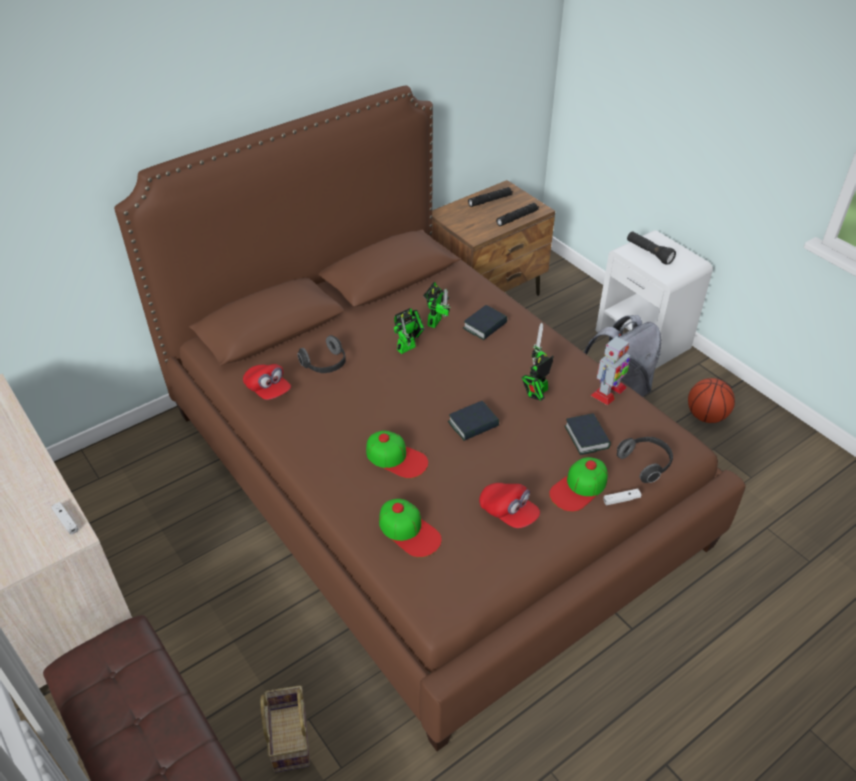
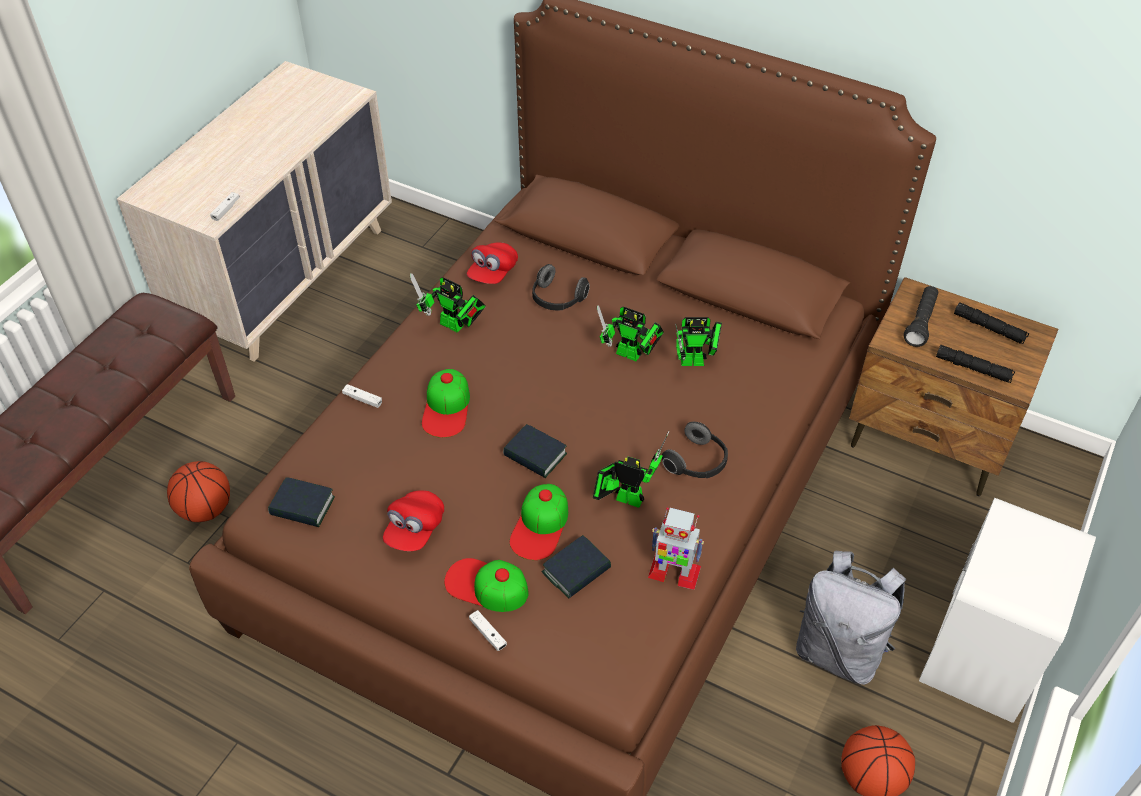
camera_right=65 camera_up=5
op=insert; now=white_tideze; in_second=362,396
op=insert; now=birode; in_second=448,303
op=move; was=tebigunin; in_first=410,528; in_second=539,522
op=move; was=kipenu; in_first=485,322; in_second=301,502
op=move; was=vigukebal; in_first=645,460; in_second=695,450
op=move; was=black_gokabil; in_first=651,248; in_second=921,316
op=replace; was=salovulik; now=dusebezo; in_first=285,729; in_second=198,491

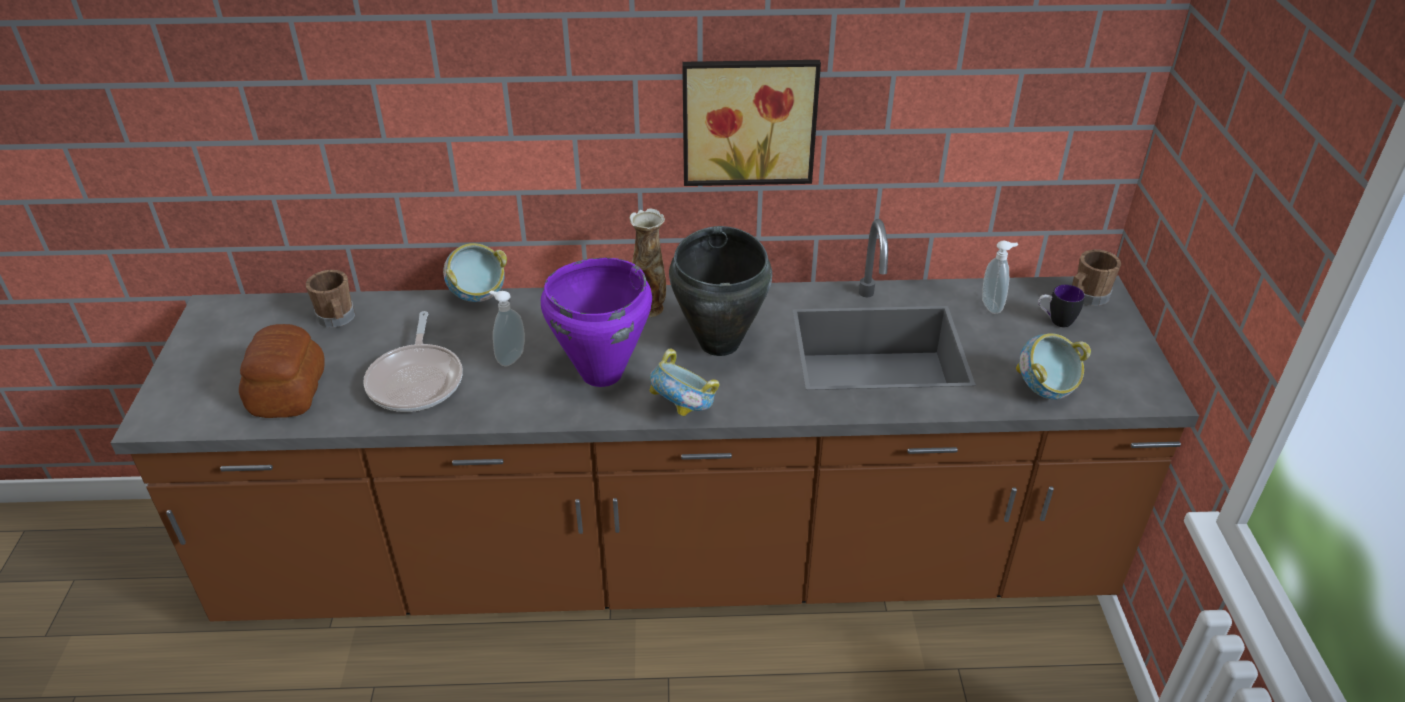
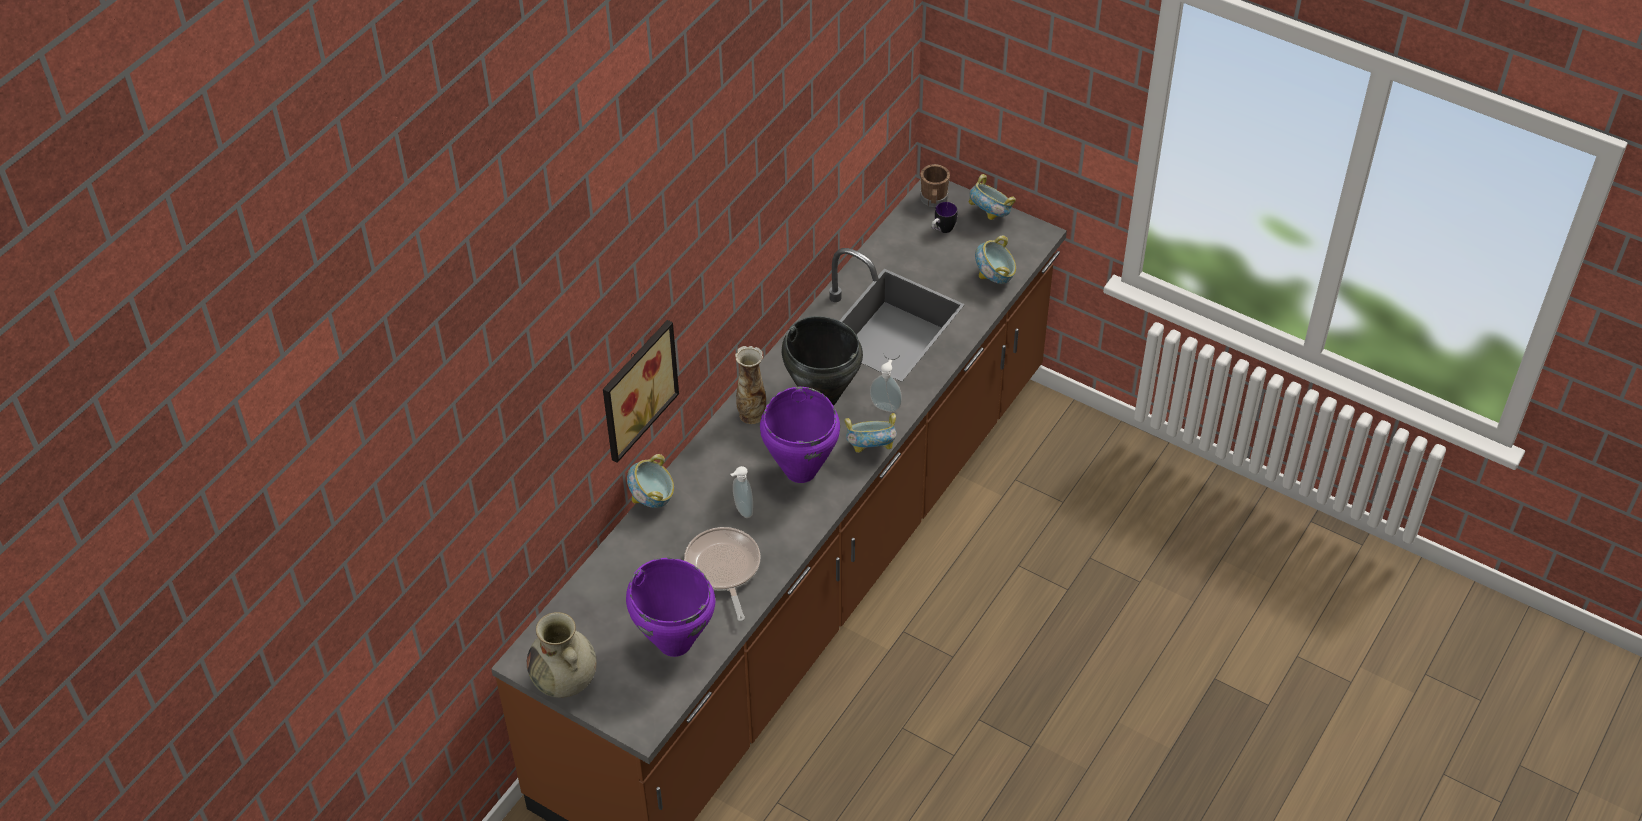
camera_right=-55 camera_up=10
op=delete; was=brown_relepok; in_first=330,299
op=insert; now=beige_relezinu; in_second=562,655
op=insert; now=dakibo; in_second=992,197
op=move; was=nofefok; in_first=751,123; in_second=641,391
op=move; was=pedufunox; in_first=1000,277; in_second=886,385
op=replace; was=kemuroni; now=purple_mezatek; in_first=282,371; in_second=670,607
op=rotate; was=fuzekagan; in_first=412,361; in_second=722,574; clockwise=-135

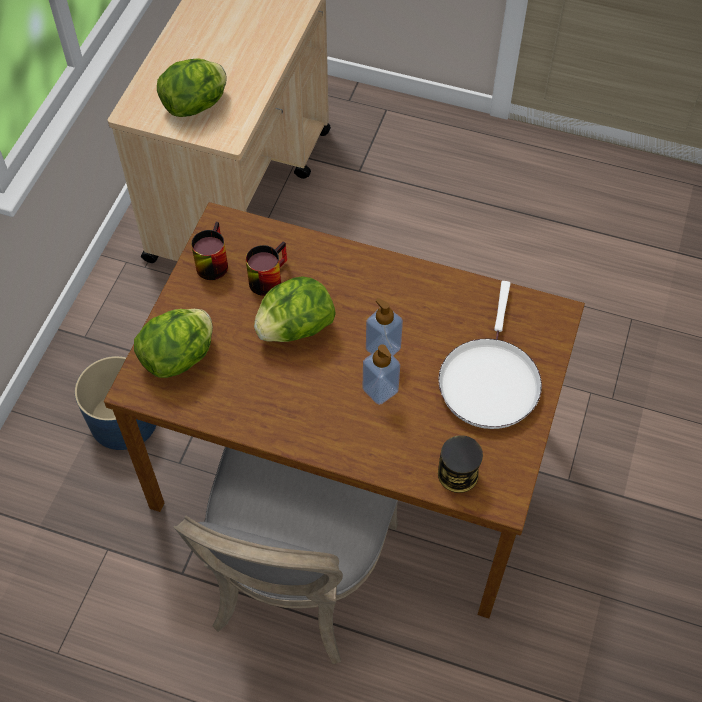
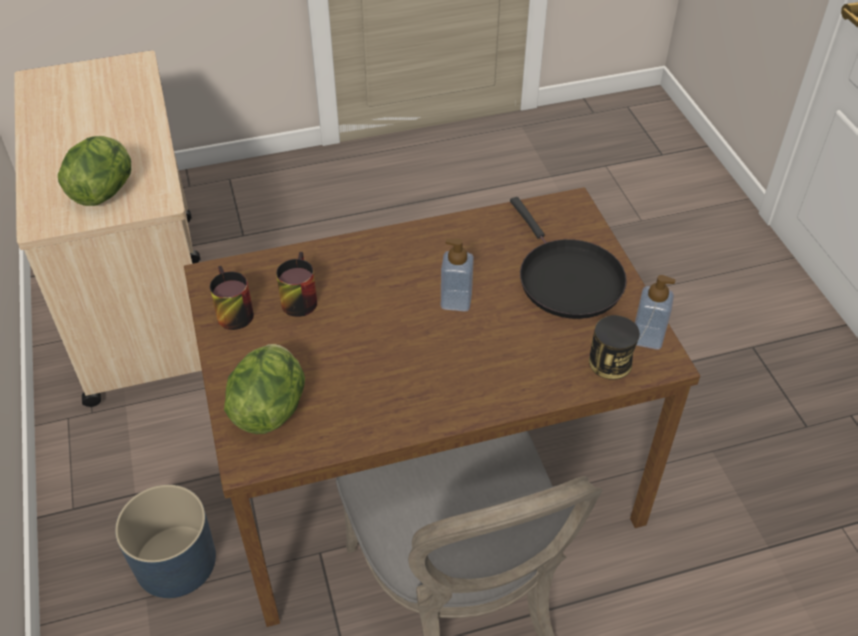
camera_right=-35 camera_up=-10
op=delete; was=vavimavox; in_first=295,309
op=move; was=pedufunox; in_first=381,375; in_second=655,312
op=recolor; was=white_fuzekagan; now=black_fuzekagan; in_first=490,355; in_second=568,258

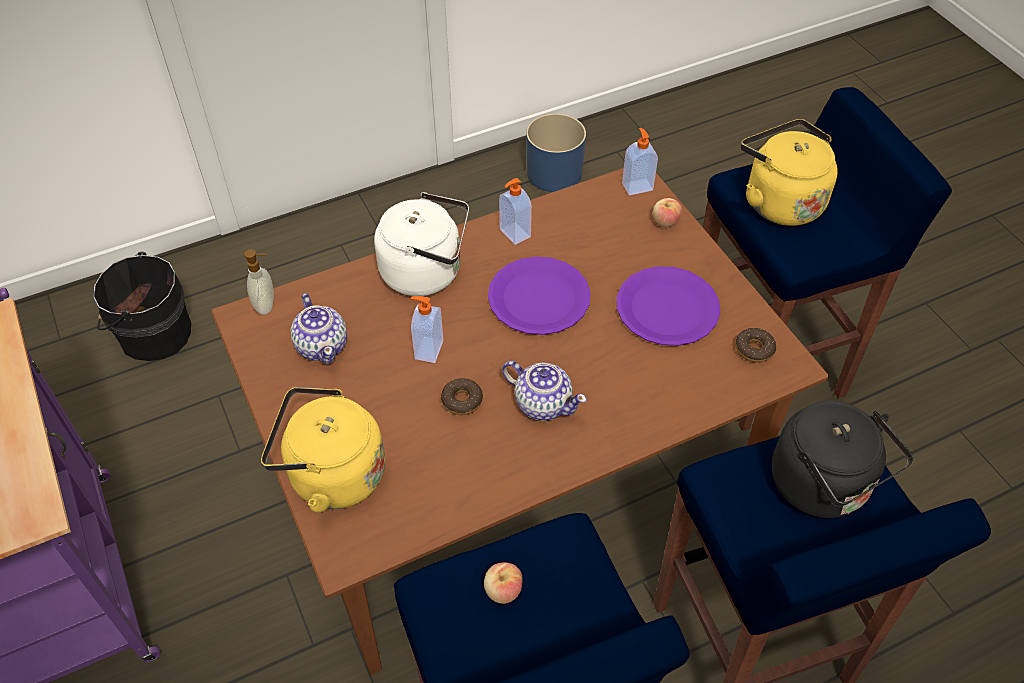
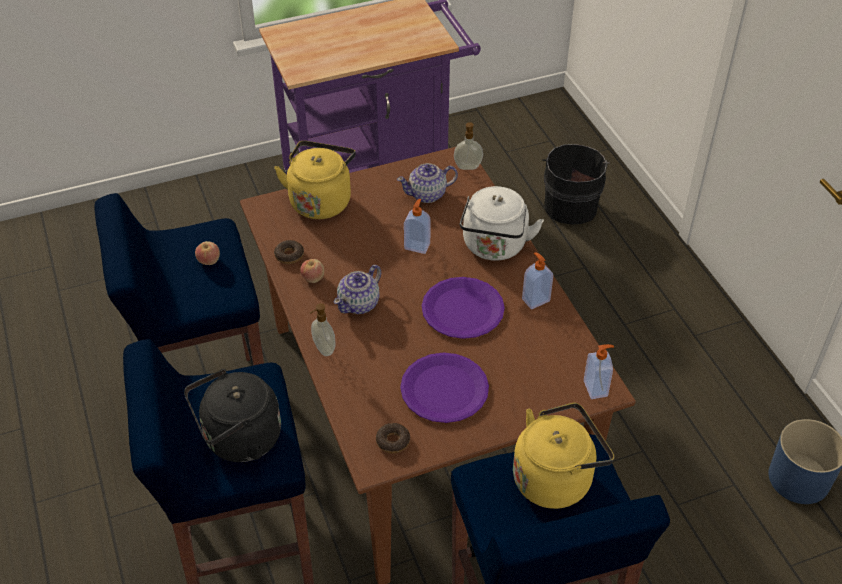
camera_right=95 camera_up=-5
op=insert; now=pedufunox; in_second=323,329
op=move; was=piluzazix; in_first=462,396; in_second=289,252
op=move; was=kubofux; in_first=668,212; in_second=312,271

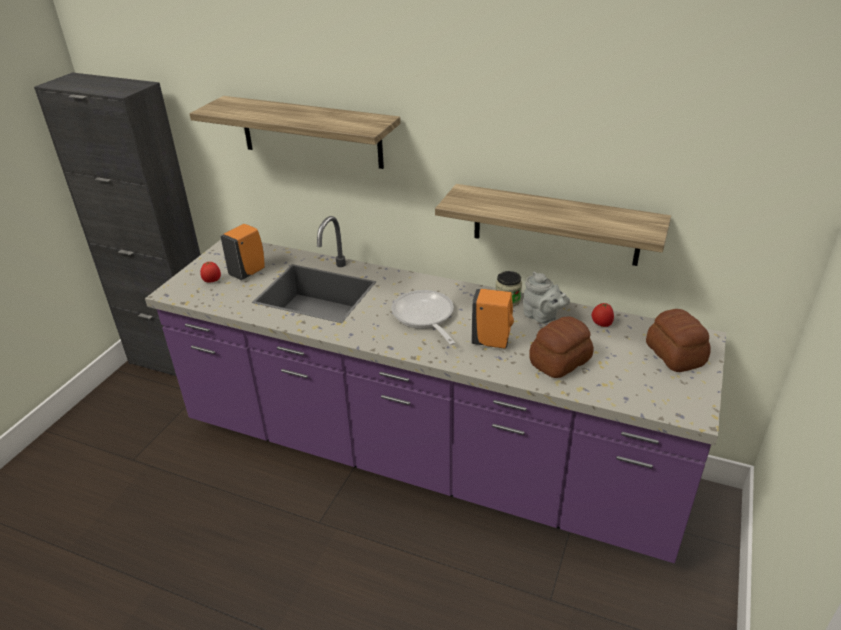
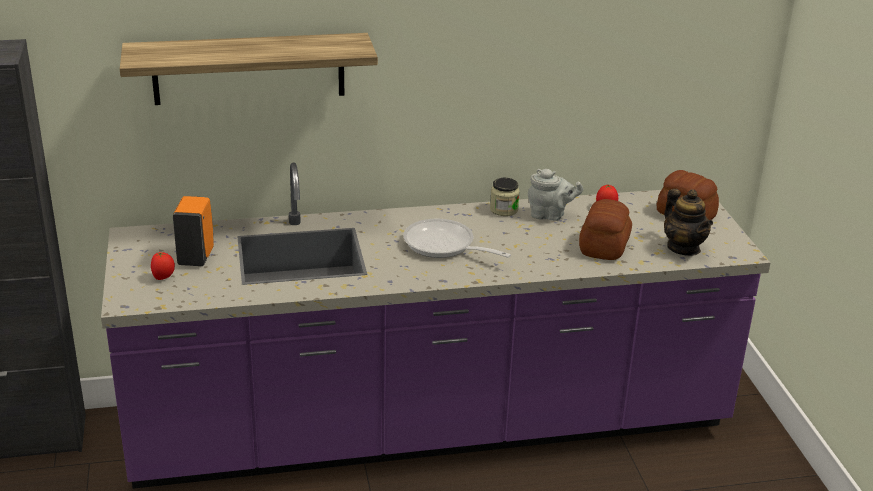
camera_right=-35 camera_up=-5
op=delete; was=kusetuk; in_first=553,225
op=delete; was=orange_pedufunox; in_first=492,319
op=insert; now=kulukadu; in_second=688,222

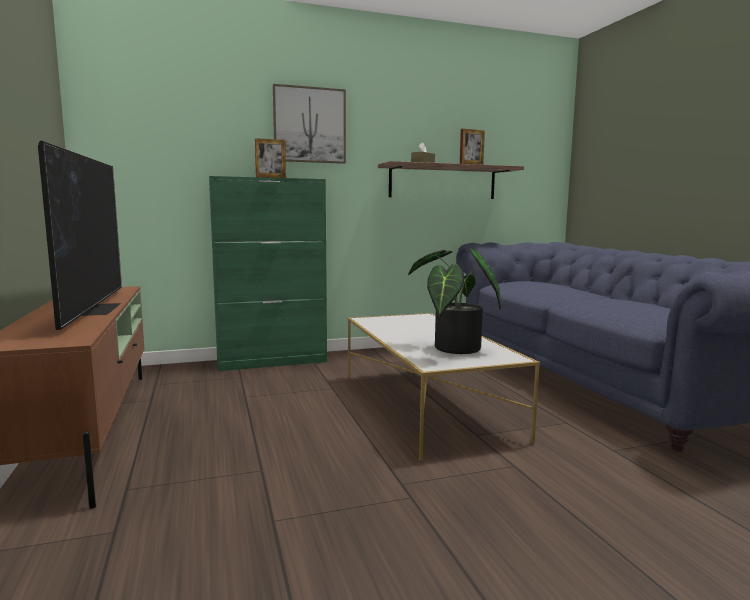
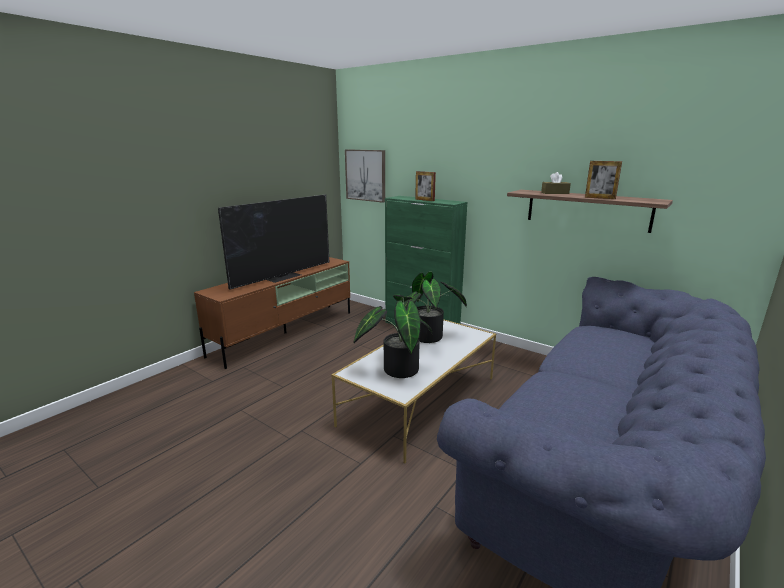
camera_right=55 camera_up=10
op=insert; now=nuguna; in_second=435,307
op=move; was=nofefok; in_first=309,124; in_second=365,176

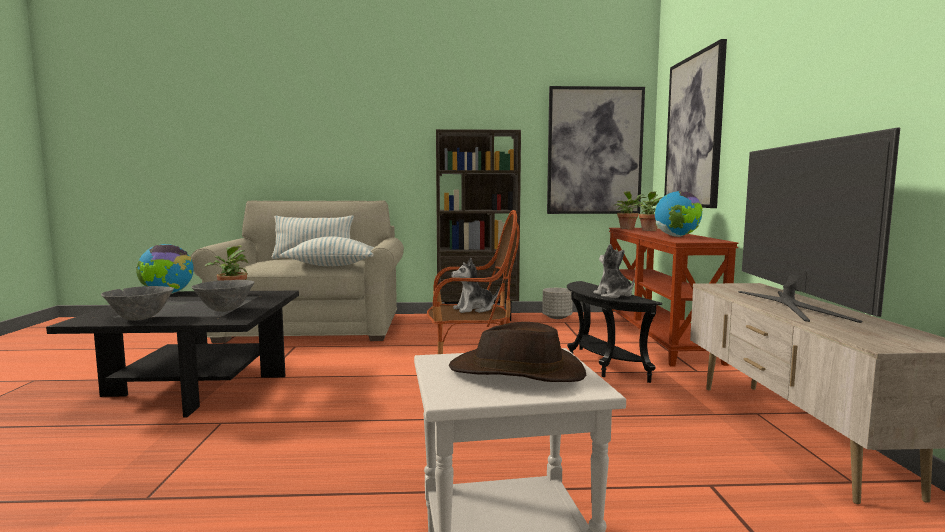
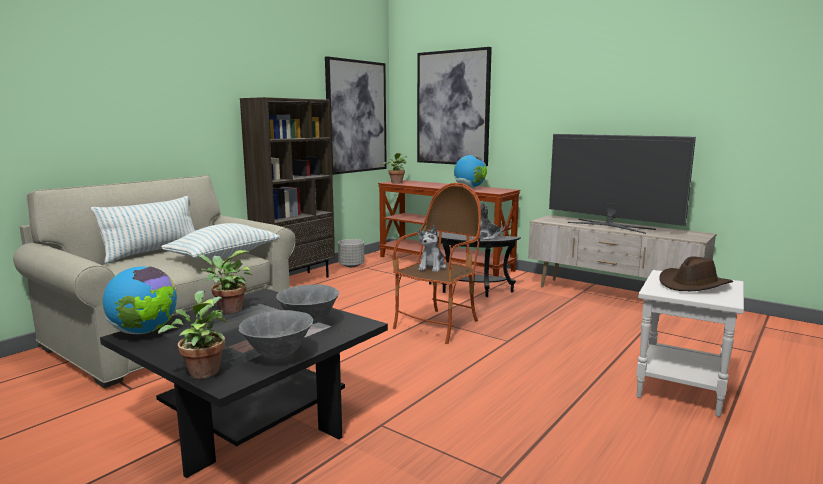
camera_right=-50 camera_up=5
op=move; was=nuguna; in_first=647,211; in_second=192,335

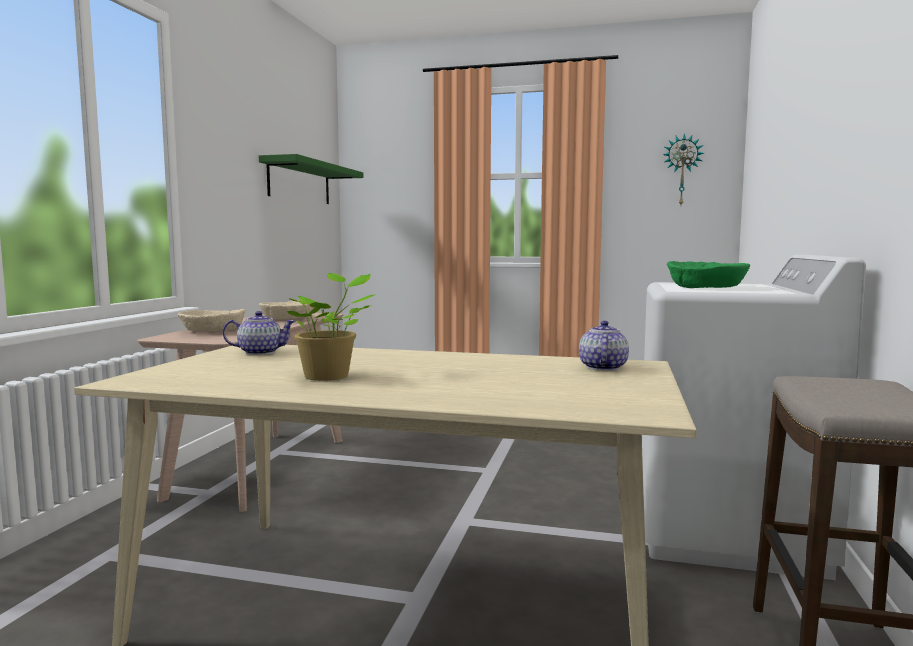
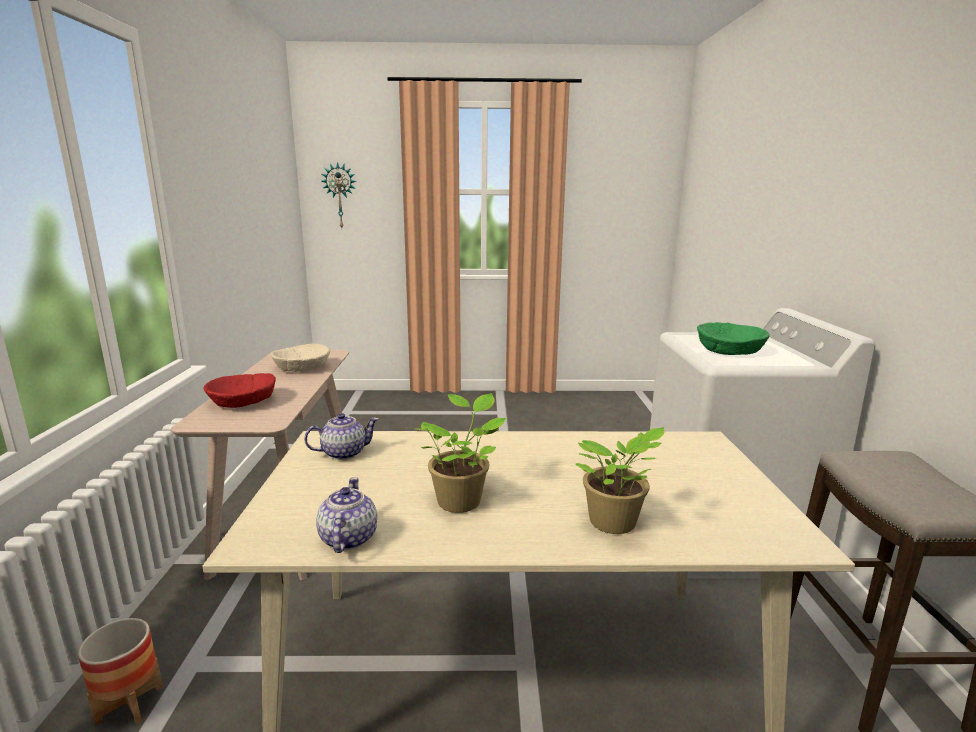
camera_right=-15 camera_up=10
op=delete; was=green_kusetuk; in_first=311,179
op=insert; now=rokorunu; in_second=120,672
op=insert; now=nuguna; in_second=619,480
op=move; was=kulukadu; in_first=604,346; in_second=346,515
op=move; was=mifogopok; in_first=683,169; in_second=339,195
op=recolor; was=beige_dakibo; now=red_dakibo; in_first=212,320; in_second=239,390

